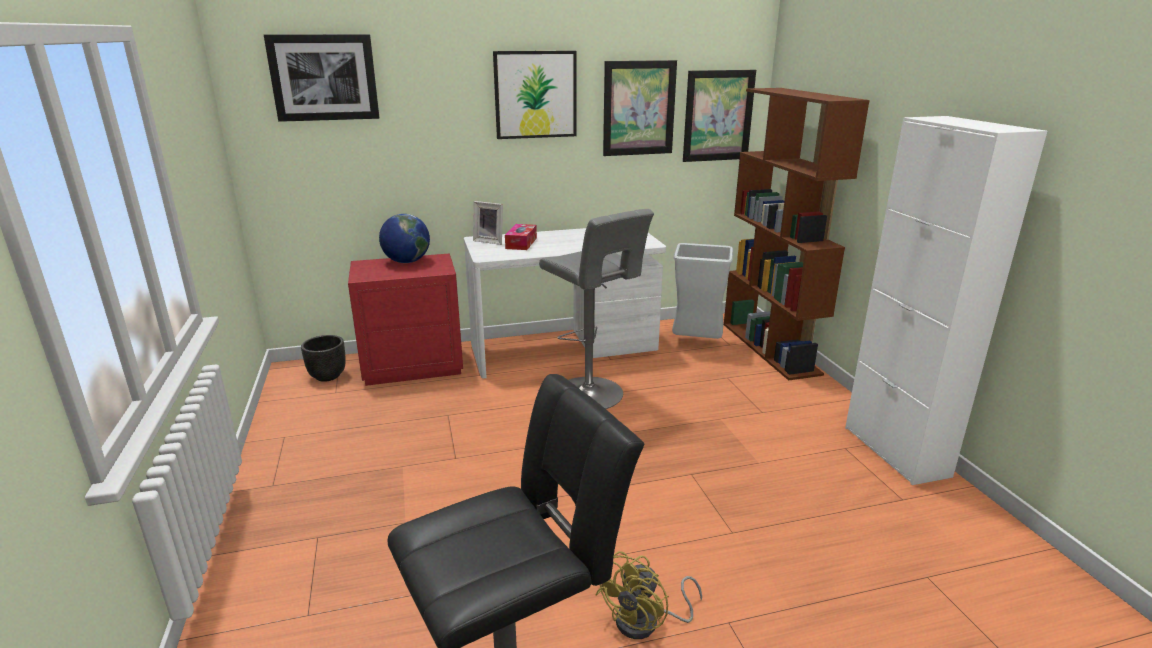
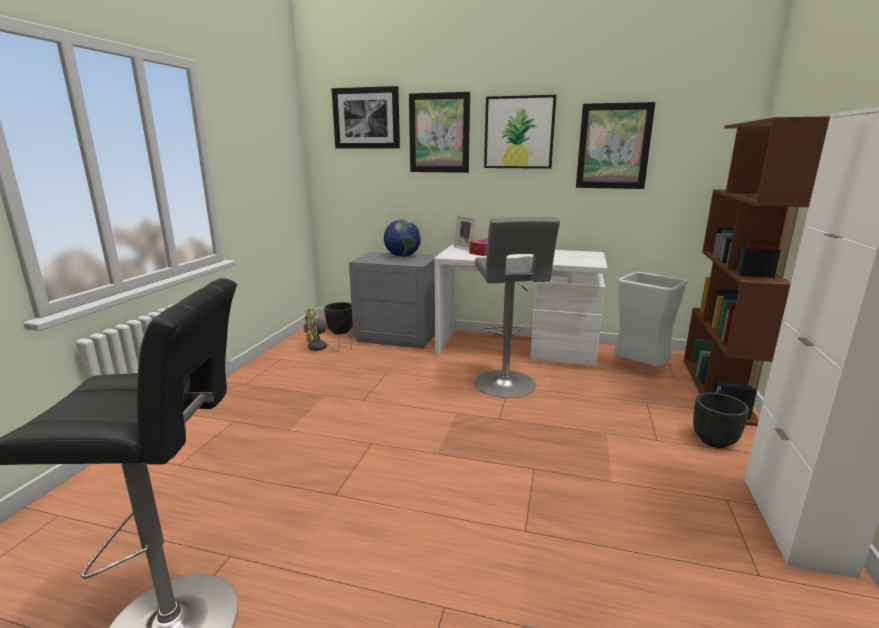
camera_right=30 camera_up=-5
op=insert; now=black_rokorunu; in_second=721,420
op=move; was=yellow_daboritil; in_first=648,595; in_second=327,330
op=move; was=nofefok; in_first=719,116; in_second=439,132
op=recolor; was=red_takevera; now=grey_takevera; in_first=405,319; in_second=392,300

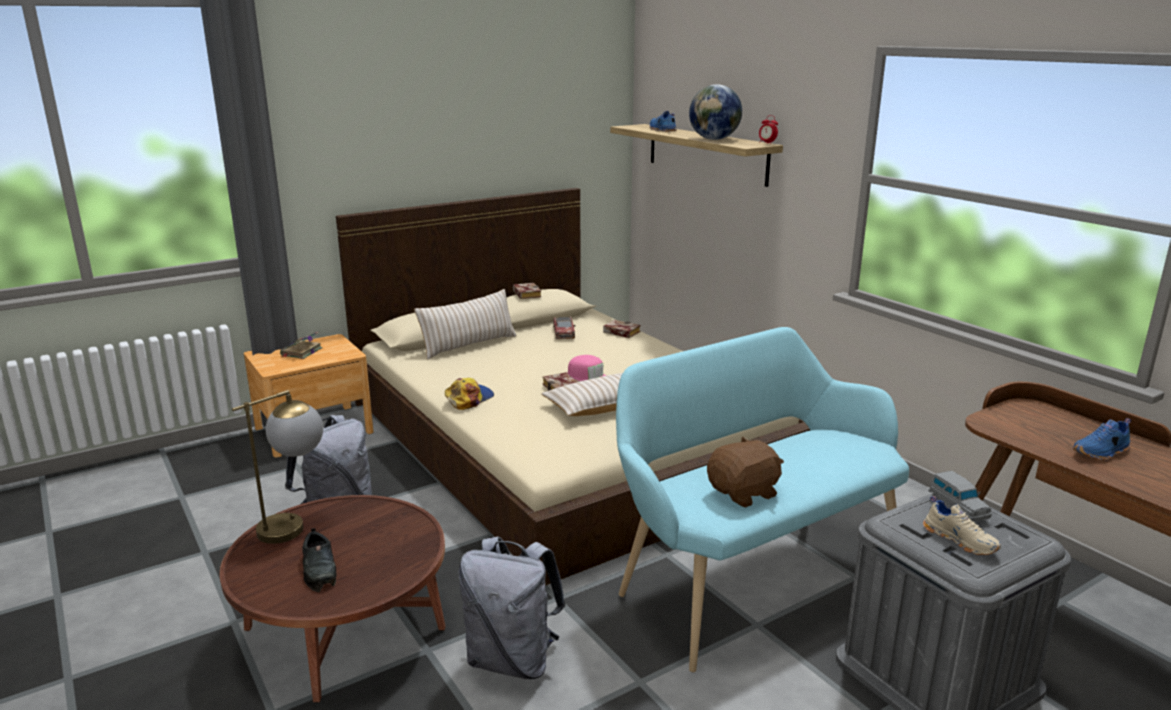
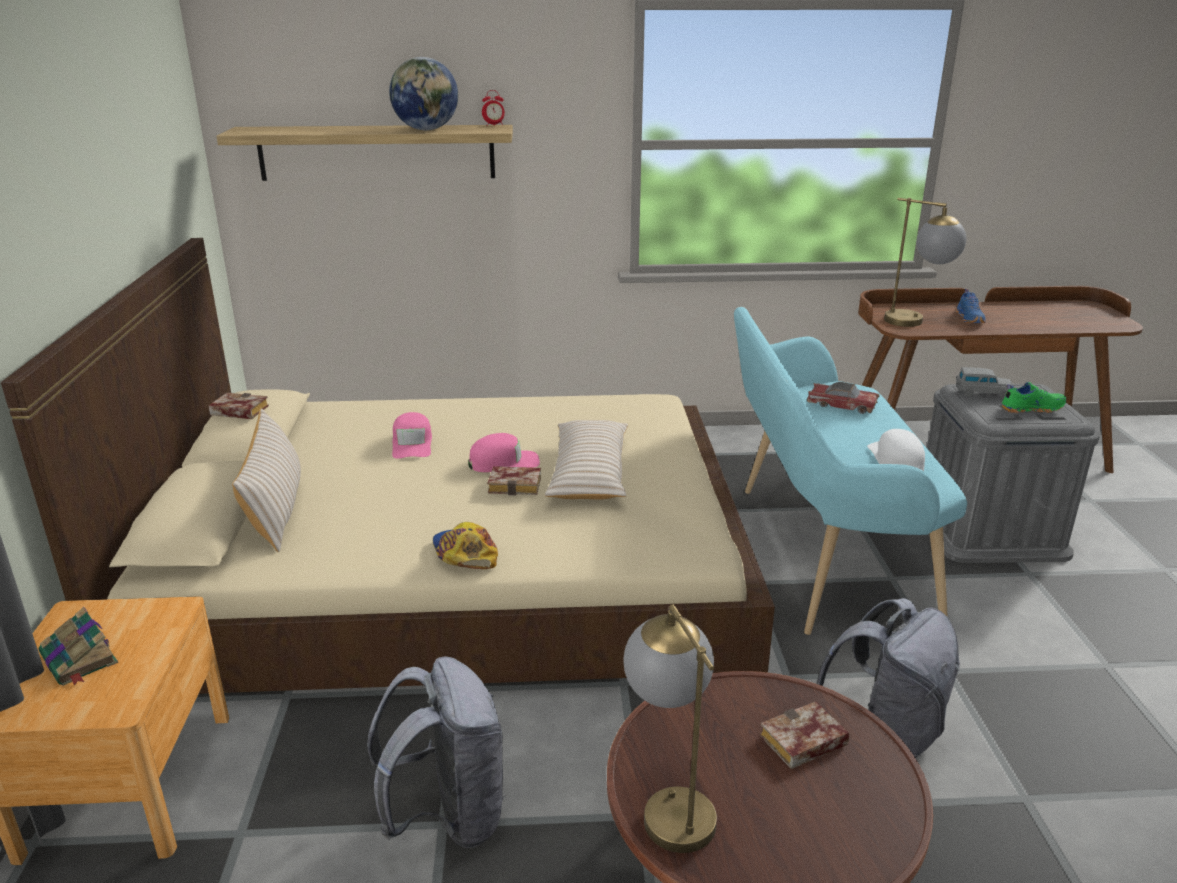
camera_right=-60 camera_up=5
op=delete; was=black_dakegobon; in_first=319,560
op=delete; was=blue_dakegobon; in_first=663,121
op=insert; now=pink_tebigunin; in_second=412,435
op=insert; now=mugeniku; in_second=925,262
op=move; was=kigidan; in_first=564,327; in_second=843,398
op=move; was=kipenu; in_first=622,329; in_second=804,735
op=replace; was=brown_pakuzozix; now=white_tebigunin; in_first=745,472; in_second=896,450
op=recolor; was=beige_dakegobon; now=green_dakegobon; in_first=962,525; in_second=1033,397

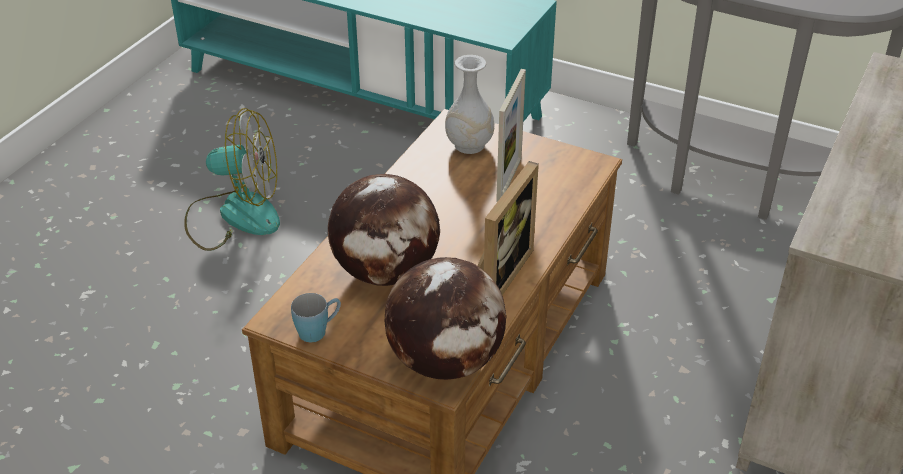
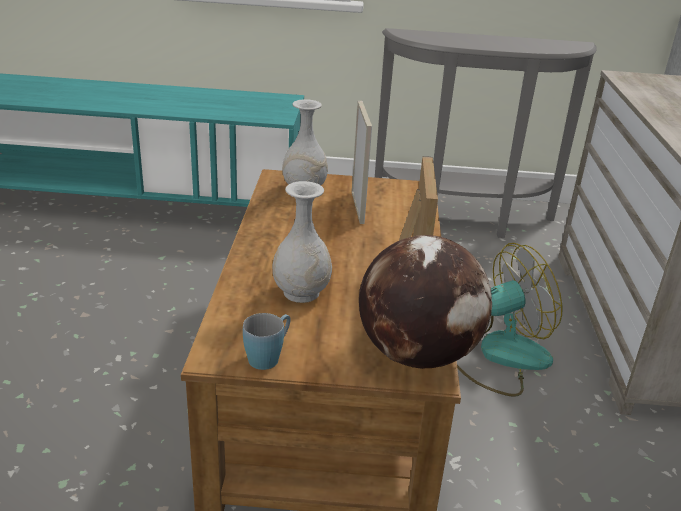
camera_right=-25 camera_up=-10
op=move; was=daboritil; in_first=232,179; in_second=509,320
op=replace; was=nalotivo; now=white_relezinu; in_first=384,230; in_second=302,242

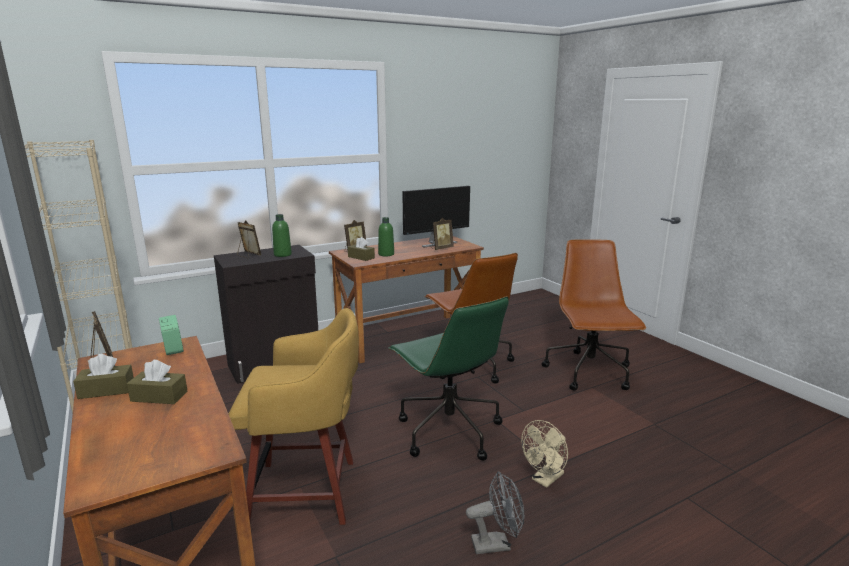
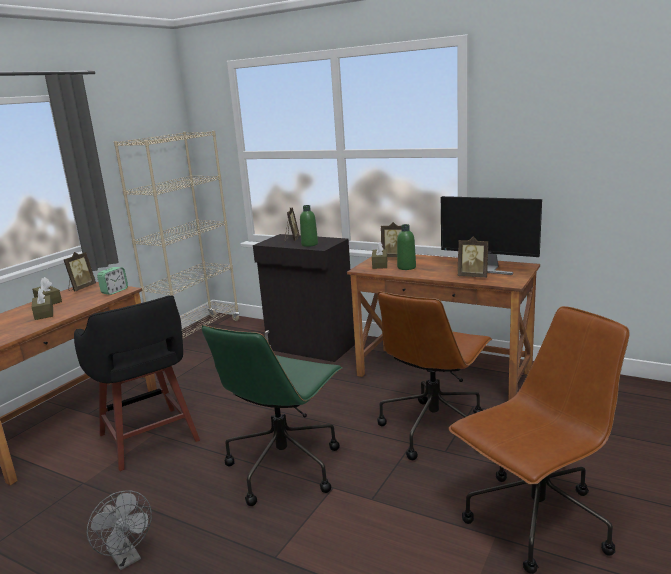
camera_right=60 camera_up=0
op=delete; was=beige_daboritil; in_first=544,454
op=recolor; was=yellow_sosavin; now=black_sosavin; in_first=294,416; in_second=137,383

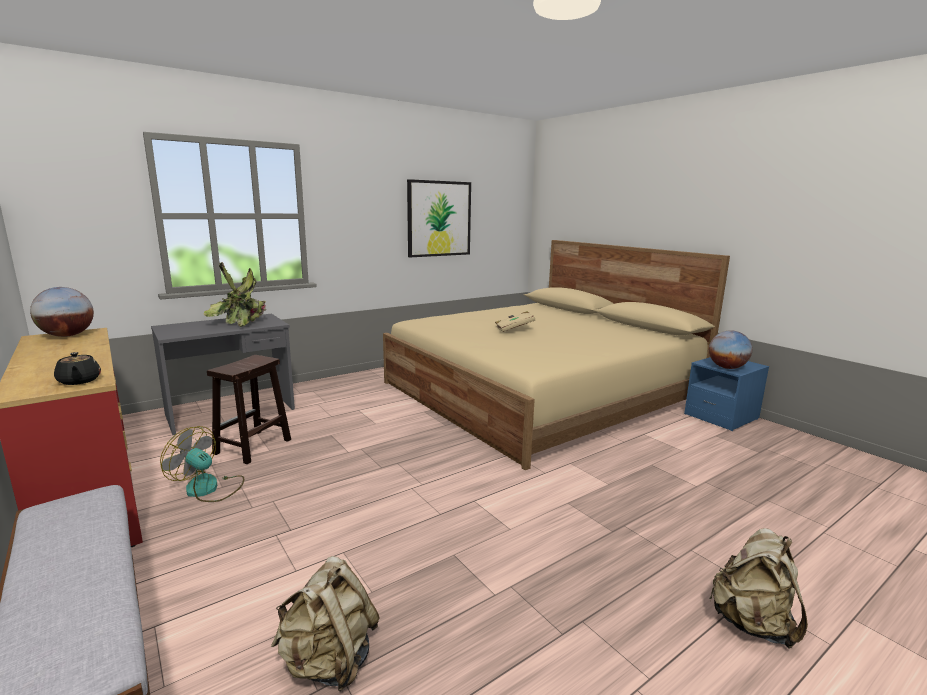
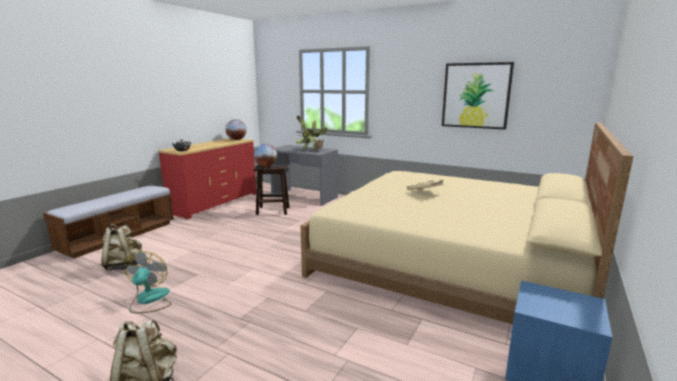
camera_right=65 camera_up=0
op=move; was=daboritil; in_first=202,464; in_second=147,282
op=move; was=nalotivo; in_first=730,349; in_second=265,155

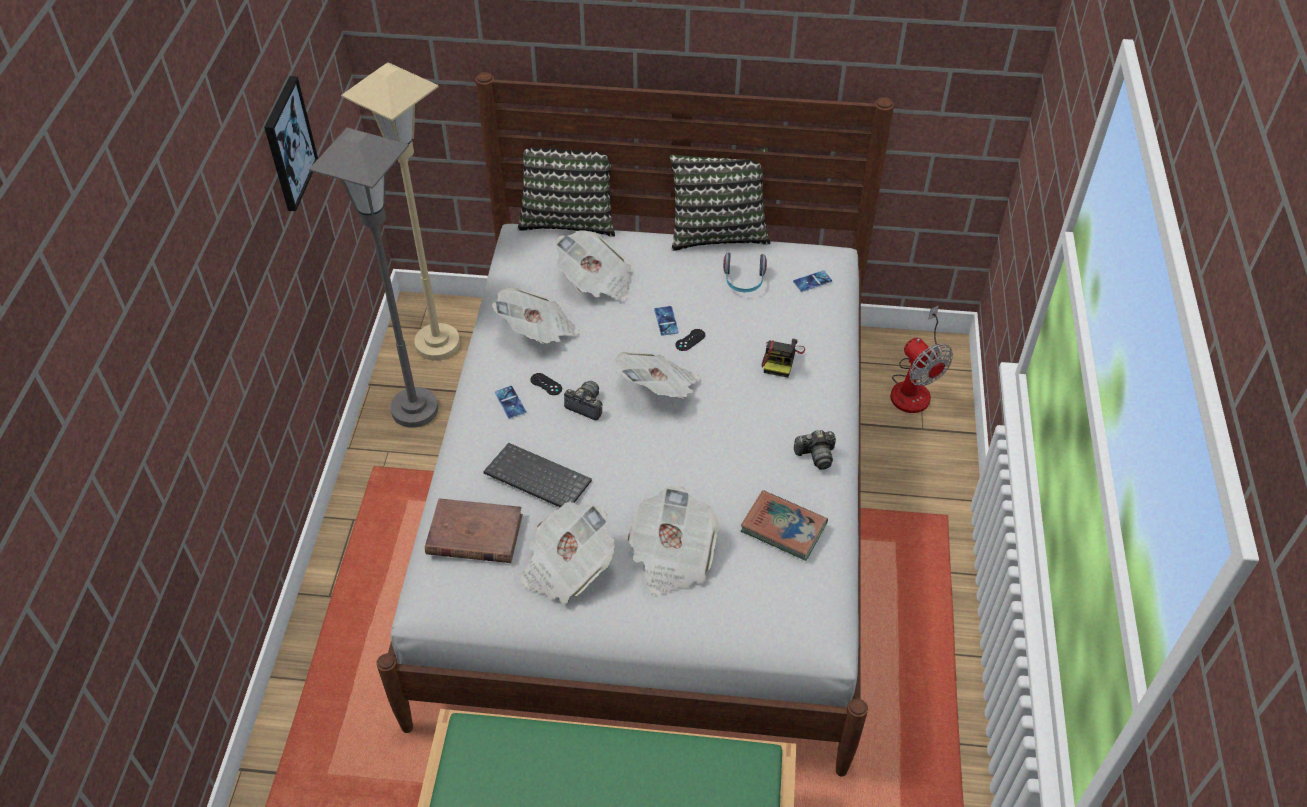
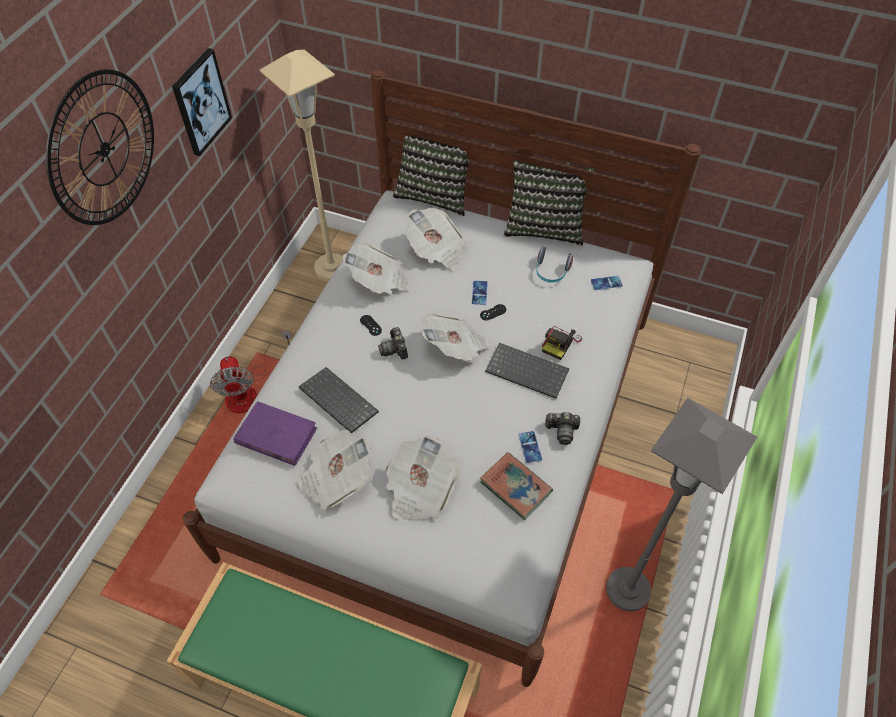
camera_right=15 camera_up=5
op=insert; now=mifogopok; in_second=100,147
op=insert; now=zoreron; in_second=527,371
op=move; was=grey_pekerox; in_first=373,278; in_second=681,505
op=move; was=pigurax; in_first=510,402; in_second=530,447
op=move; was=daboritil; in_first=921,359; in_second=251,371
op=recolor; was=brown_kipenu; now=purple_kipenu; in_first=474,531; in_second=275,433
op=rotate; was=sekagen; in_first=583,400; in_second=393,343; clockwise=-150

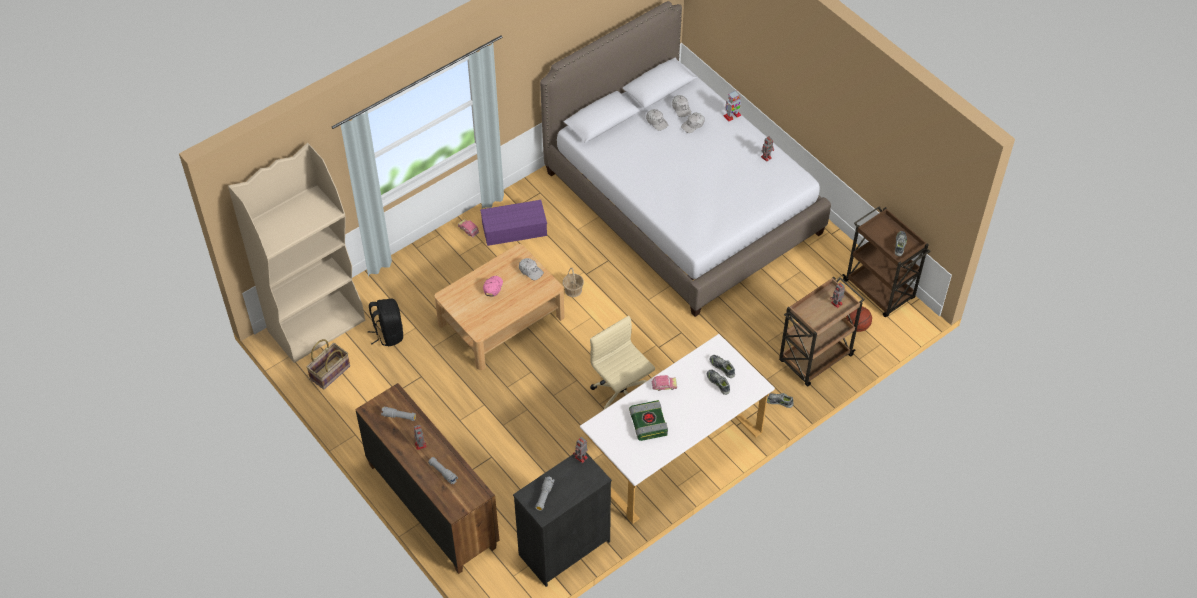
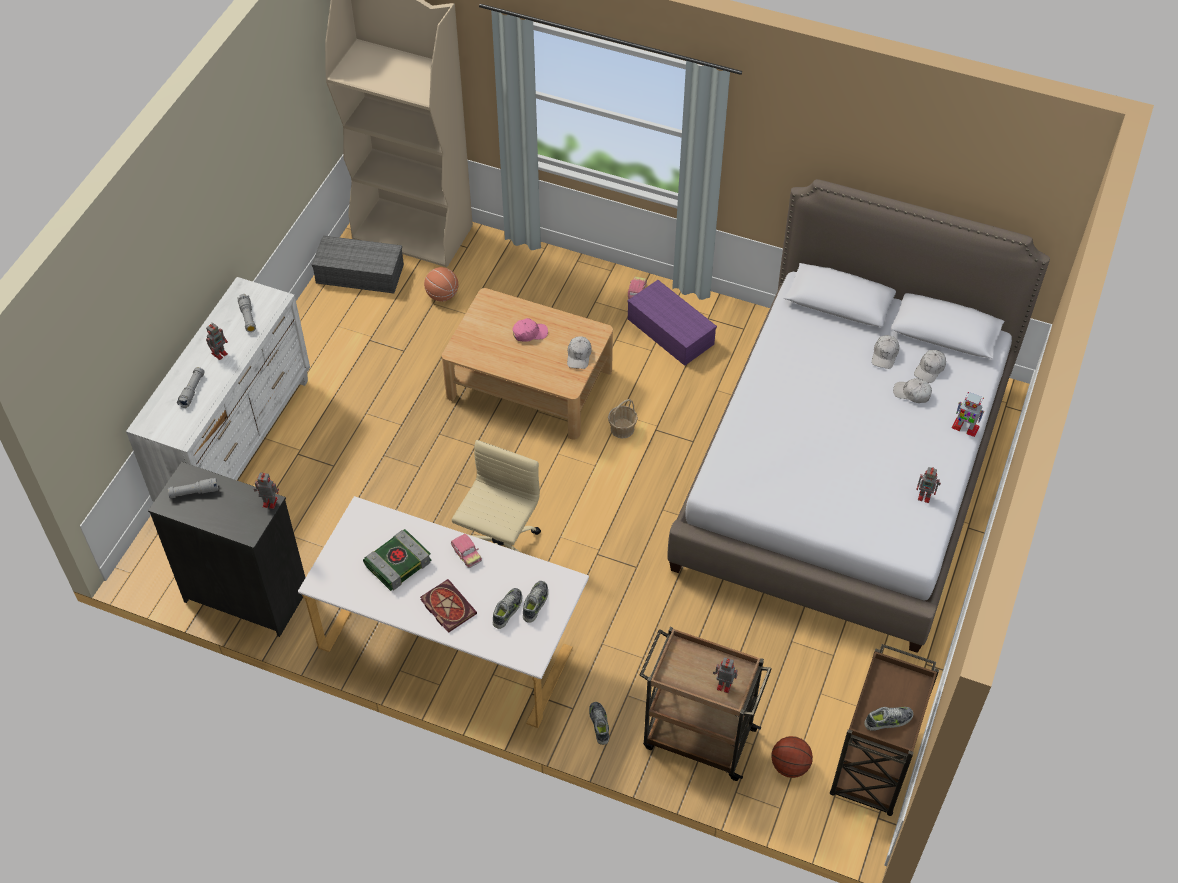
camera_right=60 camera_up=0
op=insert; now=kipenu; in_second=448,606
op=replace; was=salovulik; now=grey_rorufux; in_first=328,364; in_second=358,264
op=replace; was=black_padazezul; now=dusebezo; in_first=385,322; in_second=441,284
op=recolor; was=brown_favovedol; now=white_favovedol; in_first=427,478; in_second=218,389

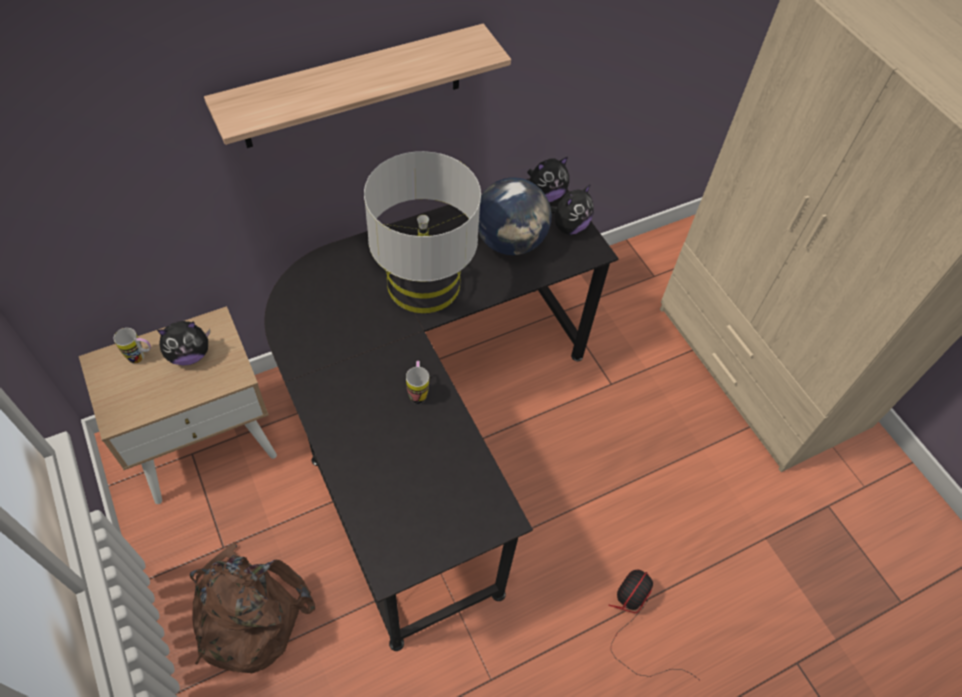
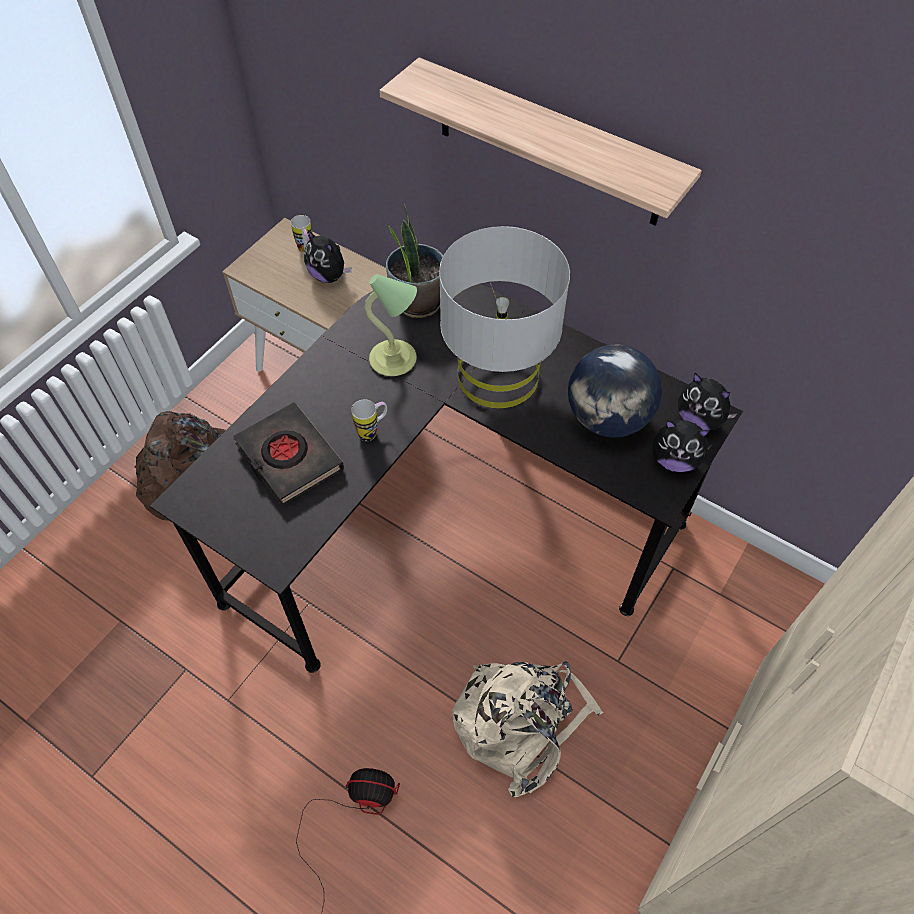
camera_right=65 camera_up=0
op=insert; now=black_kipenu; in_second=288,454
op=insert; now=mugeniku; in_second=391,325
op=insert; now=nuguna; in_second=414,261
op=insert; now=beige_padazezul; in_second=527,729

